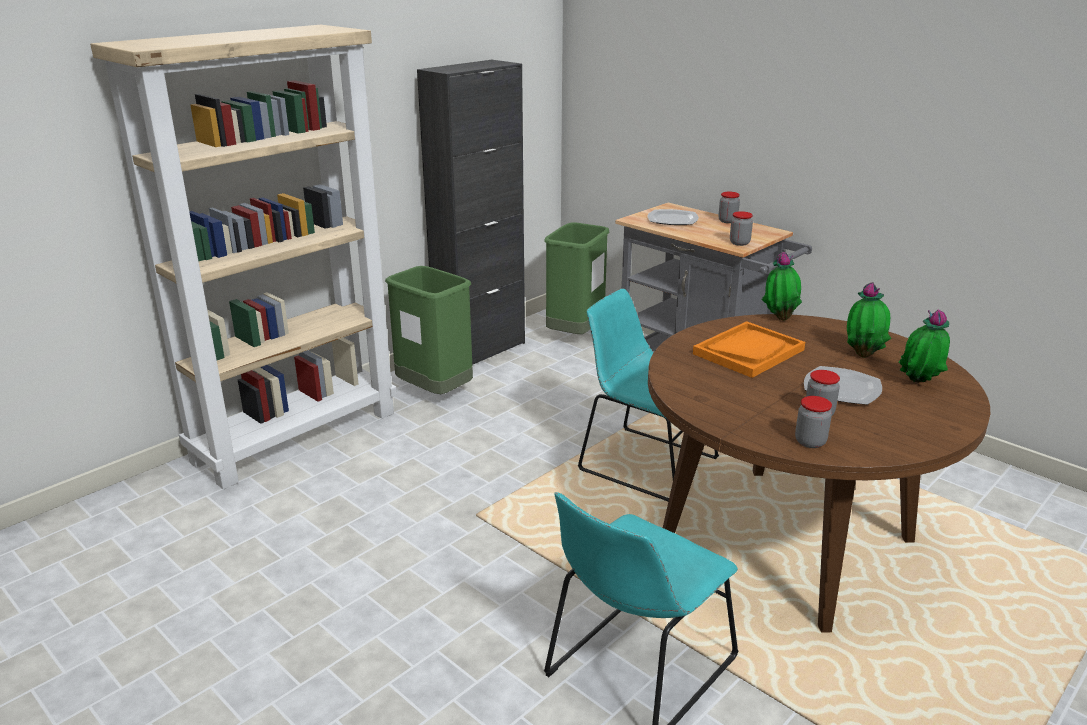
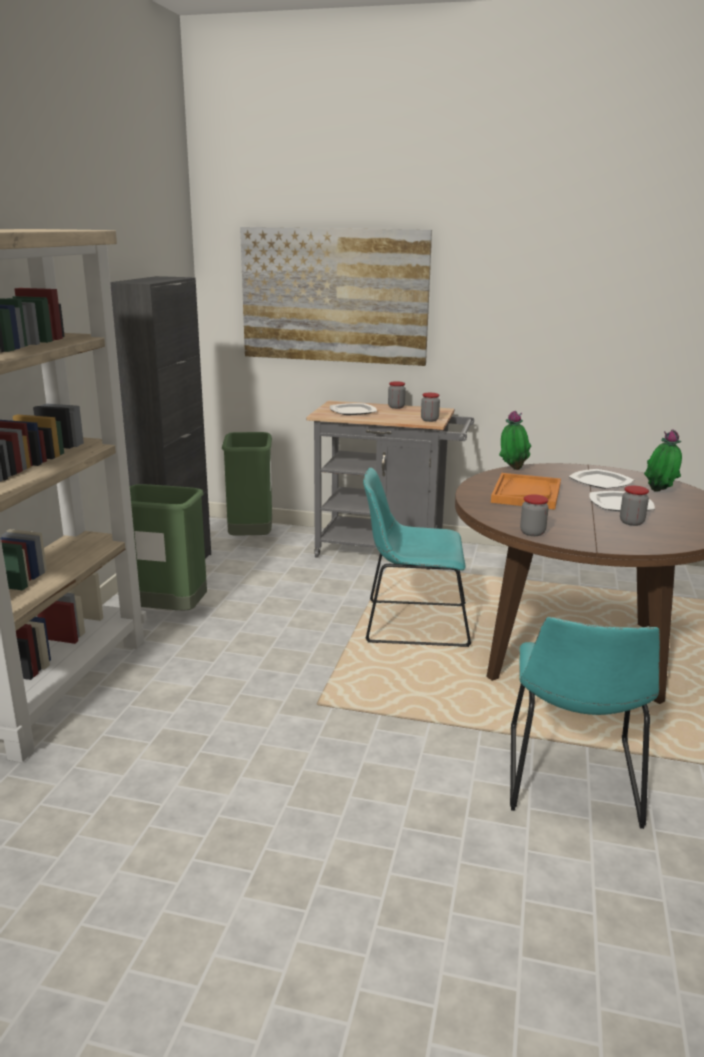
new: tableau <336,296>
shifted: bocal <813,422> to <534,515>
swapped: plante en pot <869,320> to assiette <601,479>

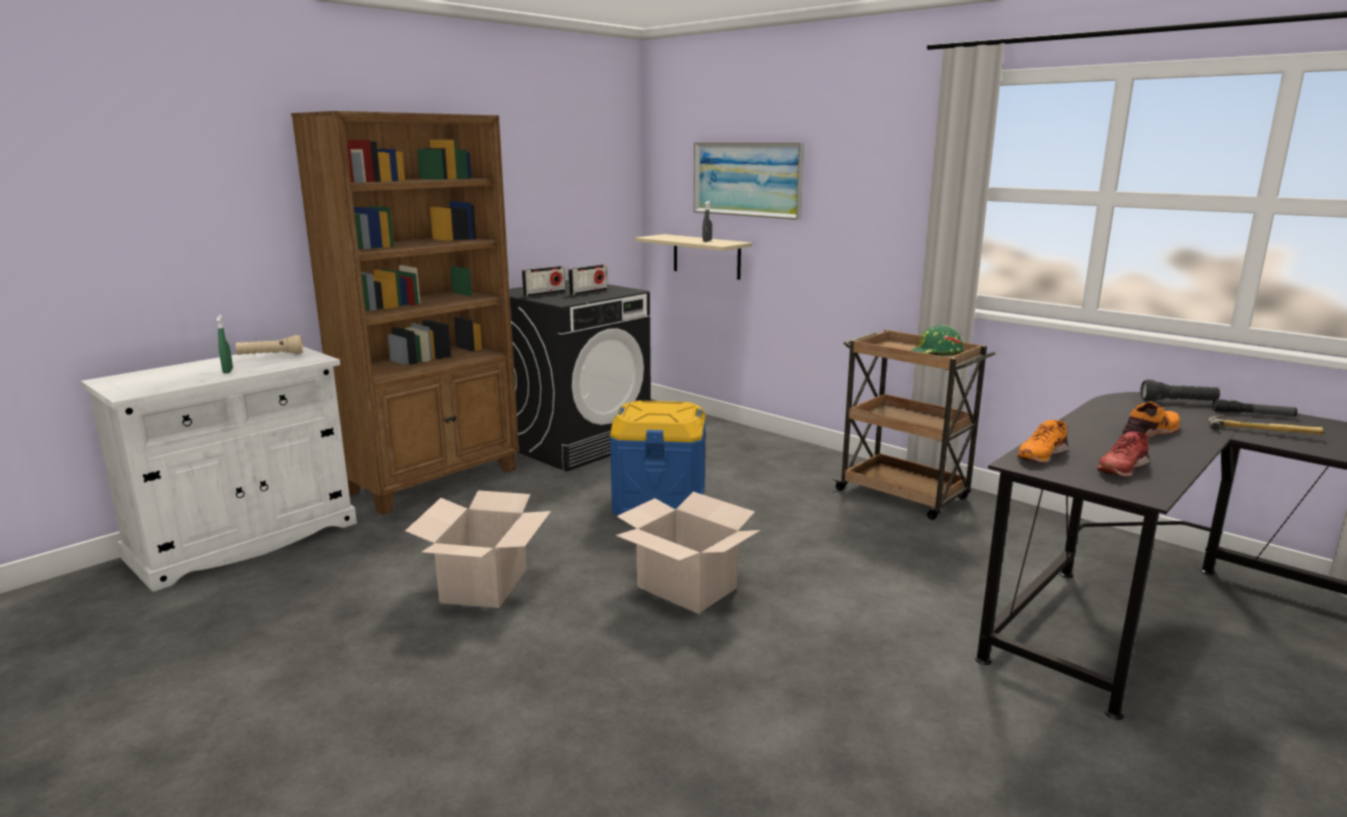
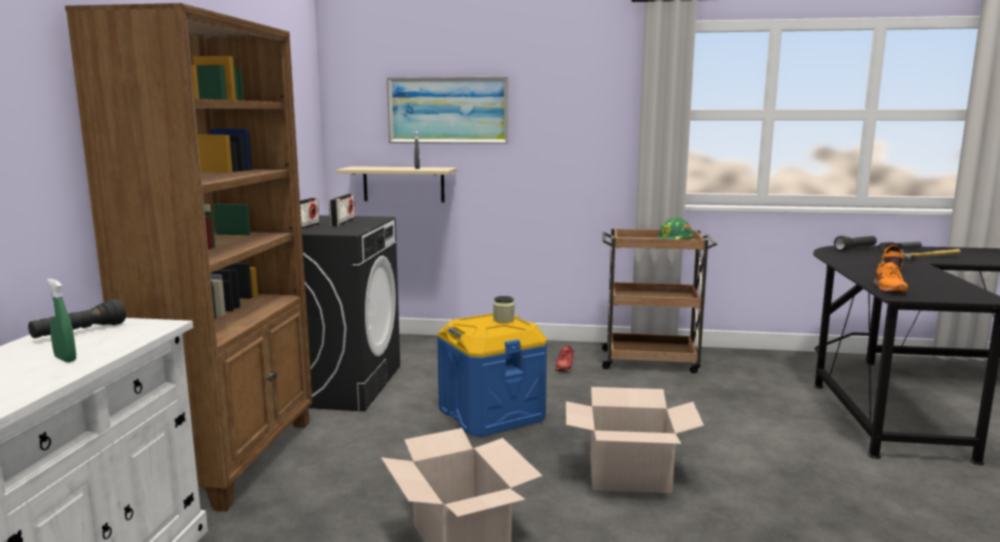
new: bocal <504,309>
shifted: chaussure (rouge) <1123,454> to <564,359>
repainted: lampe de poche (beige) <269,345> to lampe de poche (noir) <77,318>

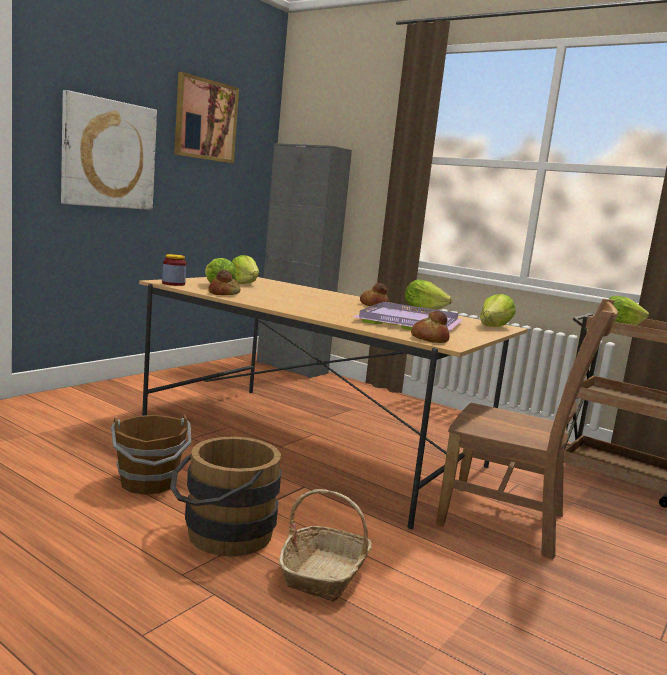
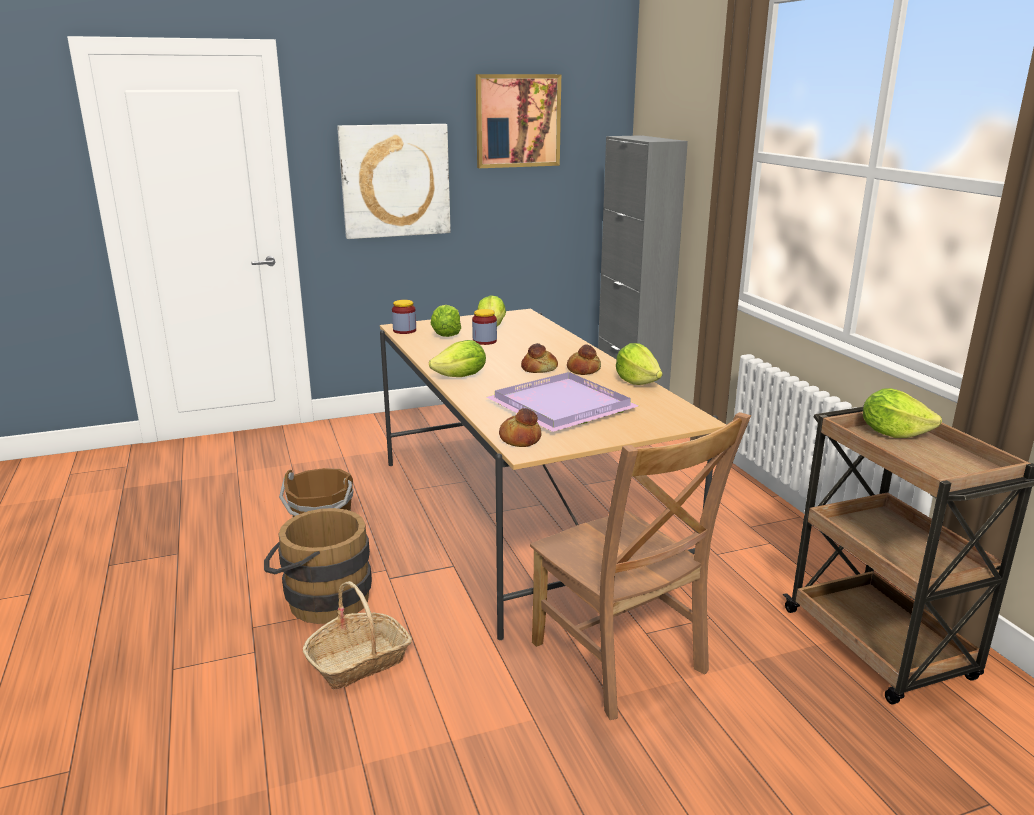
new: bocal <484,327>
shifted: pain <224,282> to <539,358>; laitue <497,310> to <457,358>

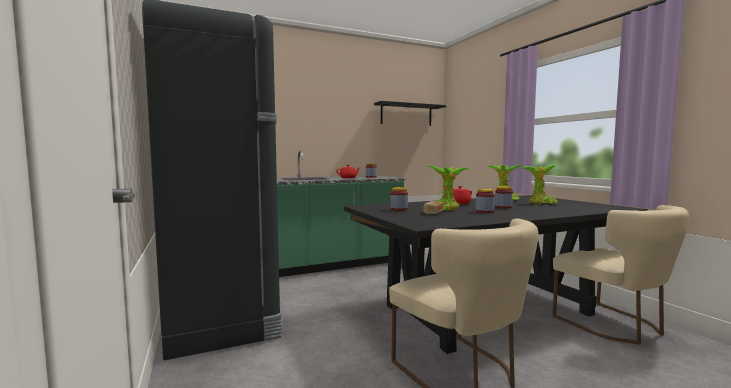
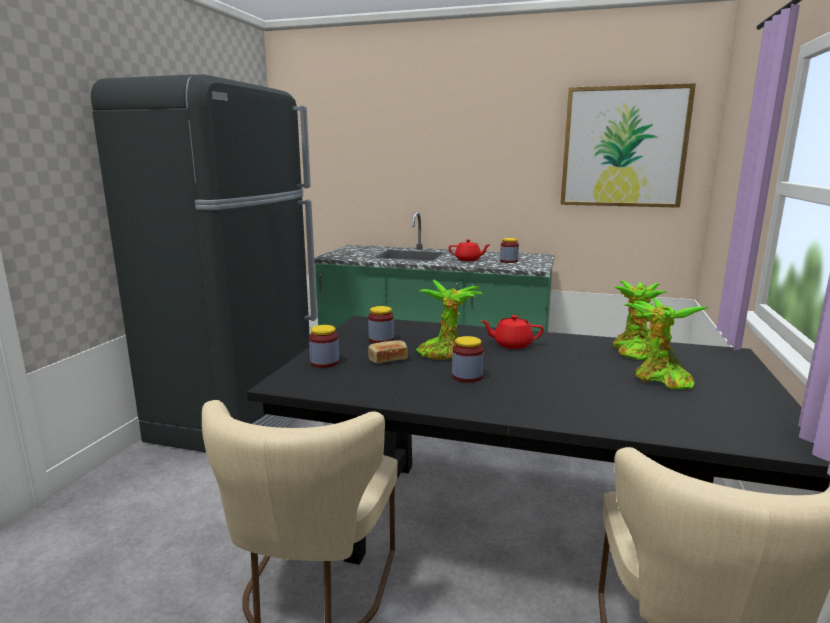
shifted: bocal <504,197> to <324,346>
swapped: étagère (noir) <410,113> to tableau <628,145>

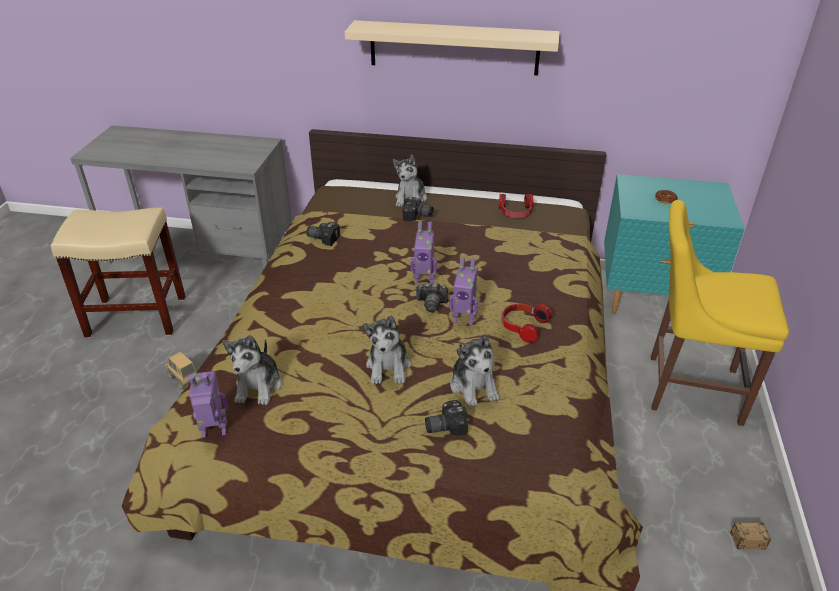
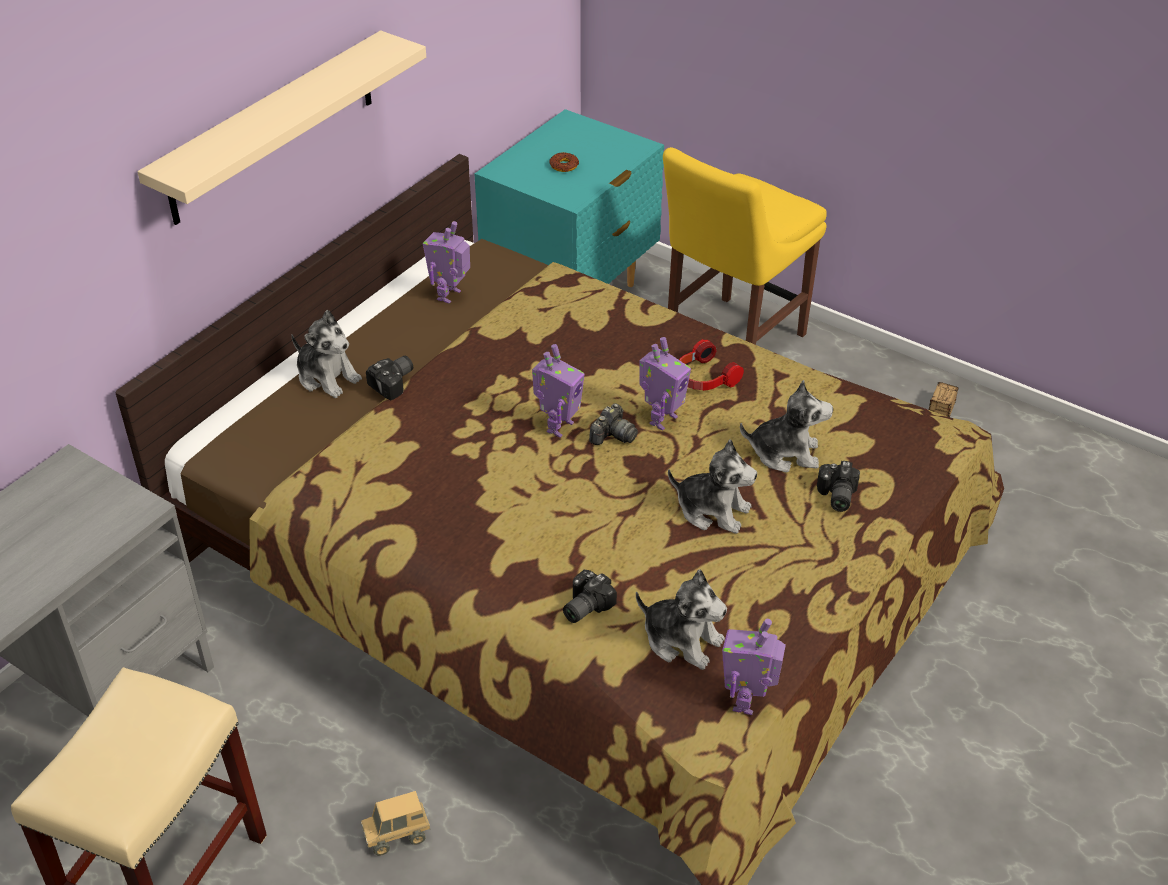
shifted: appareil photo <323,234> to <590,596>
swapped: casque audio <516,206> to robot jouet <446,262>

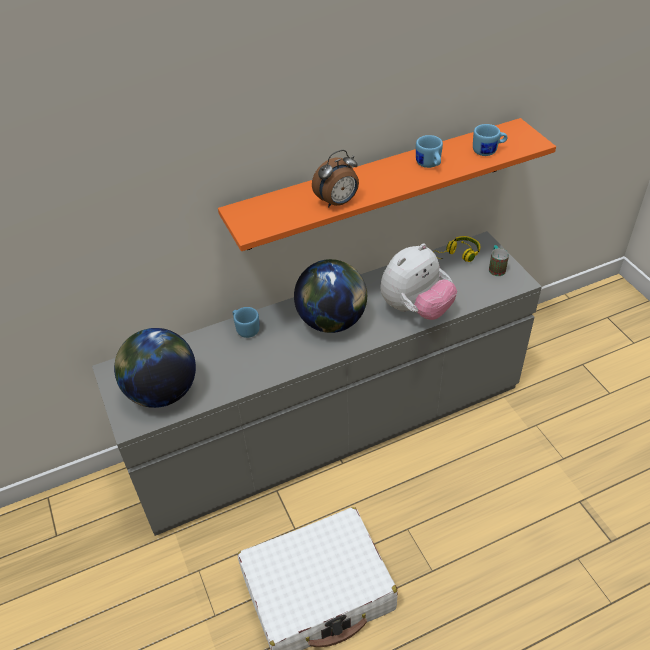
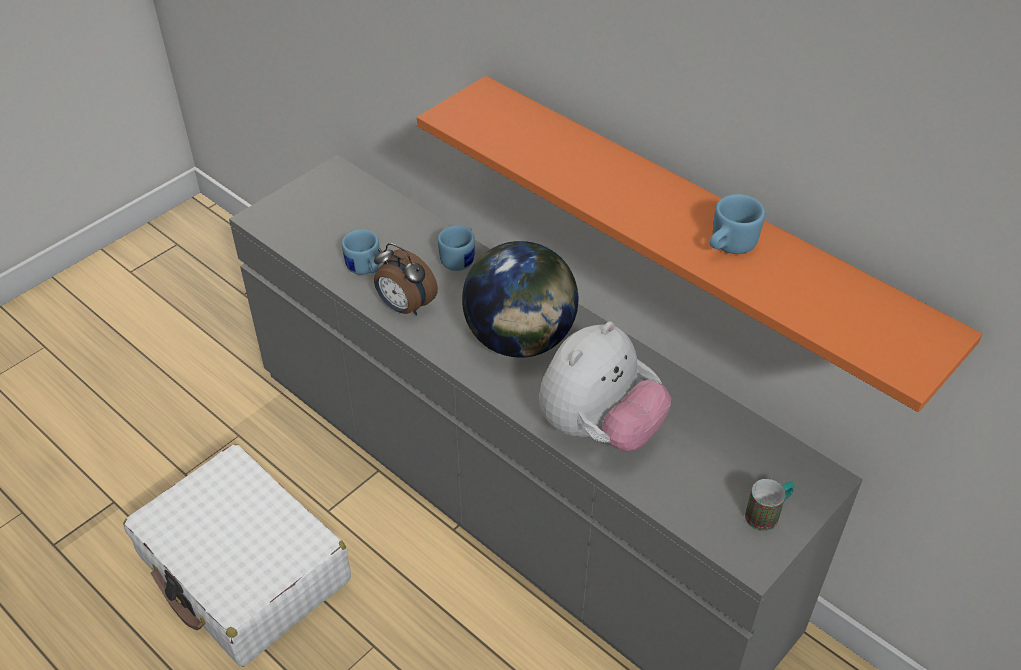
gone: globe <155,368>; casque audio (jaune) <456,249>
shifted: réveil <335,179> to <406,279>; mug (bleu) <490,140> to <360,252>
rotated: peluche <418,281> = <605,386> 75 degrees counterclockwise

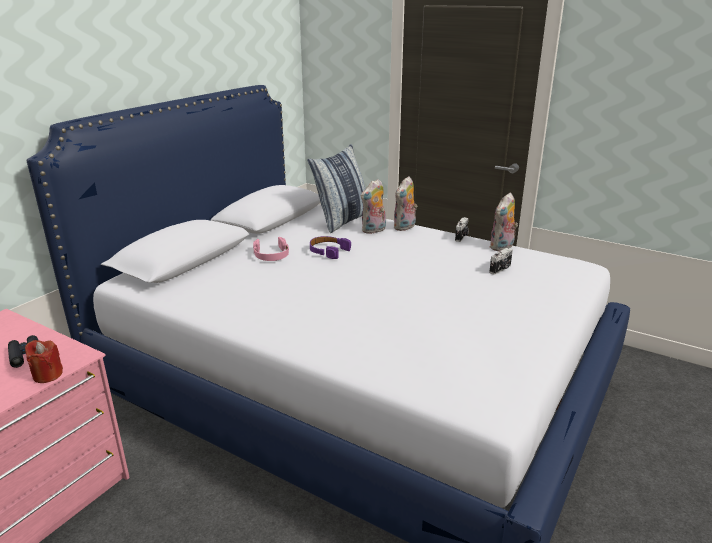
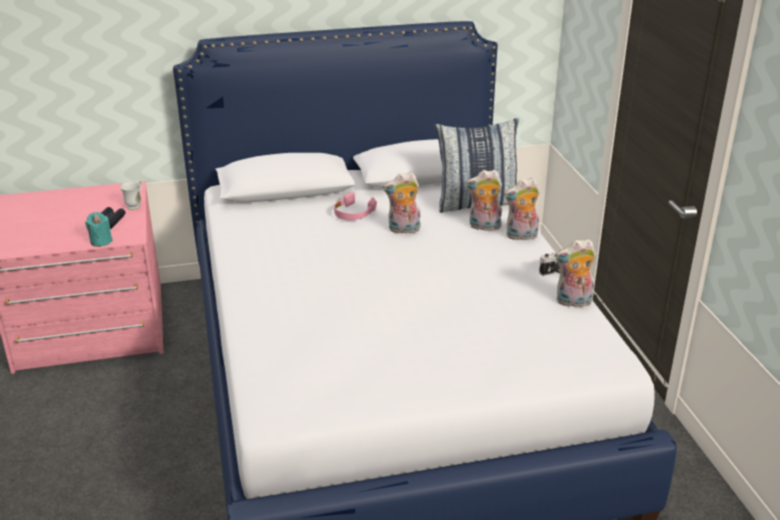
gone: appareil photo <501,261>
new: mug (blanc) <131,195>
swapped: casque audio (violet) <330,247> to peluche <402,203>
repainted: bougie (rouge) <44,361> to bougie (turquoise) <99,229>

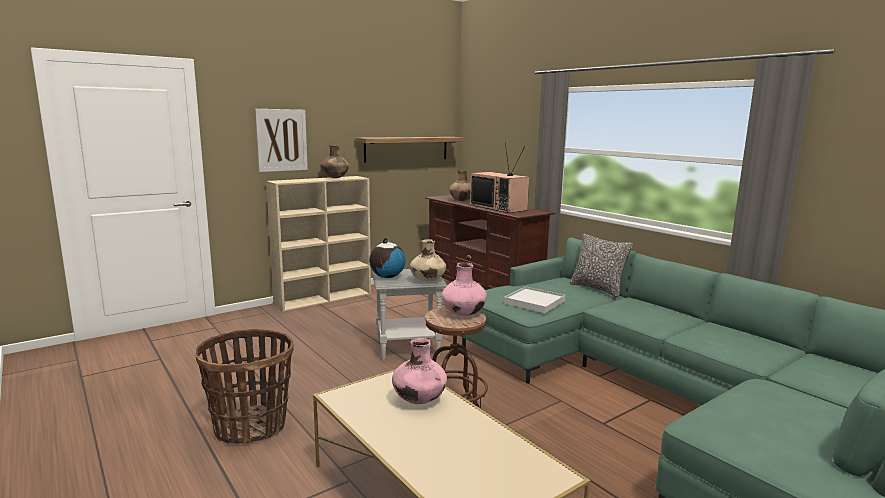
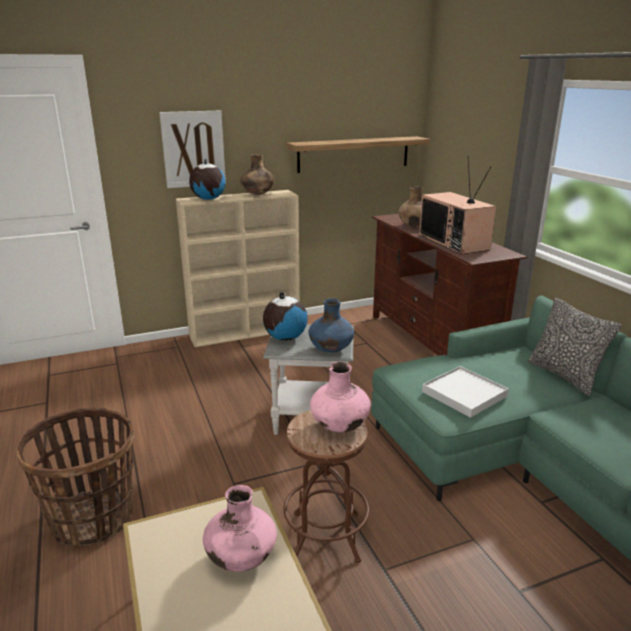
new: globe <207,179>
repainted: vase (beige) <428,260> to vase (bleu) <331,326>

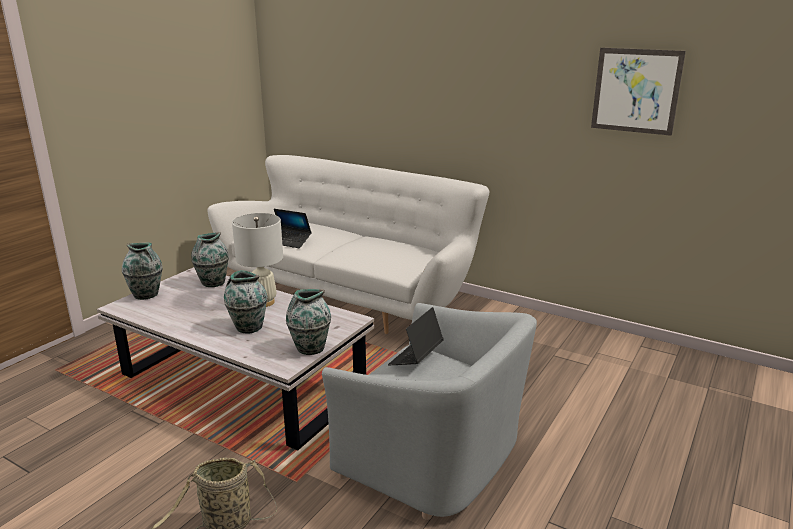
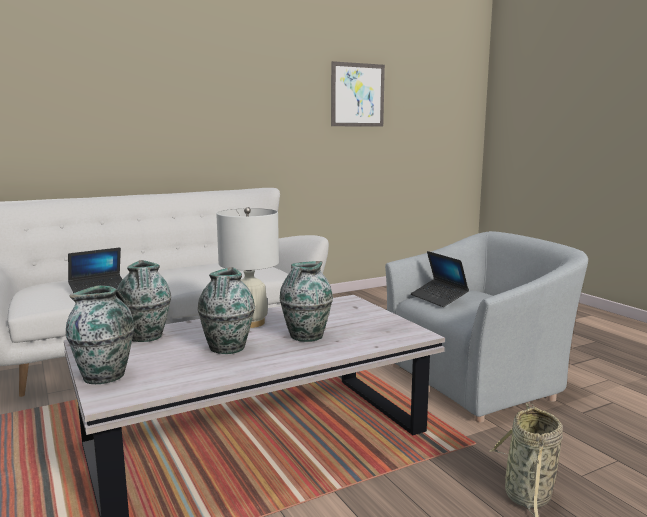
shifted: vase <308,322> to <226,310>

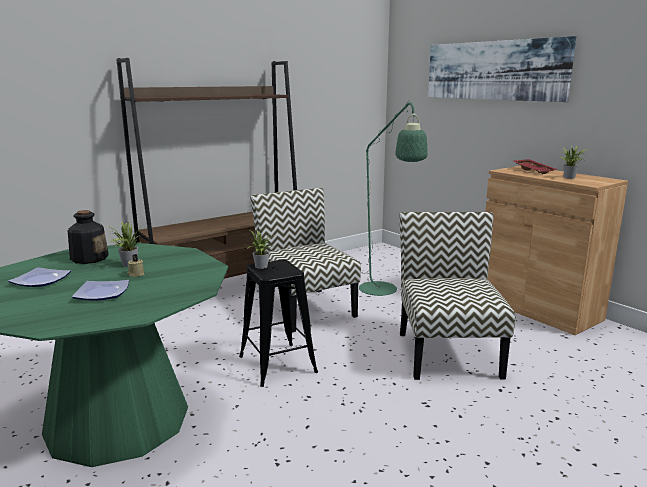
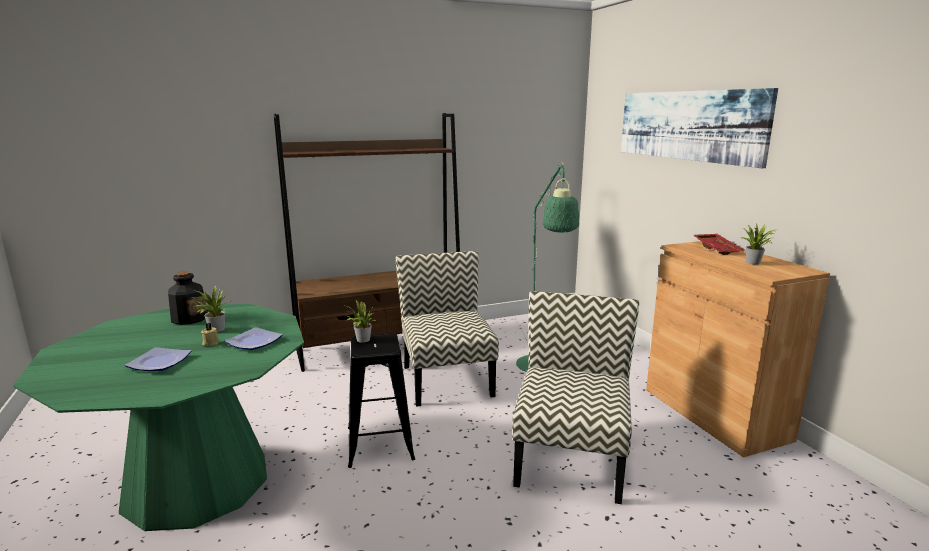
shifted: assiette <39,277> to <253,338>

